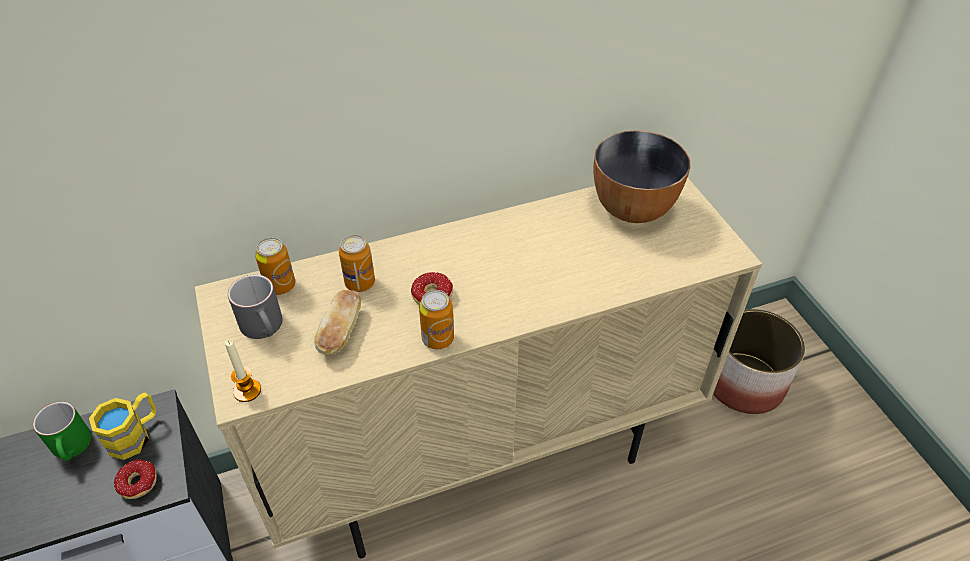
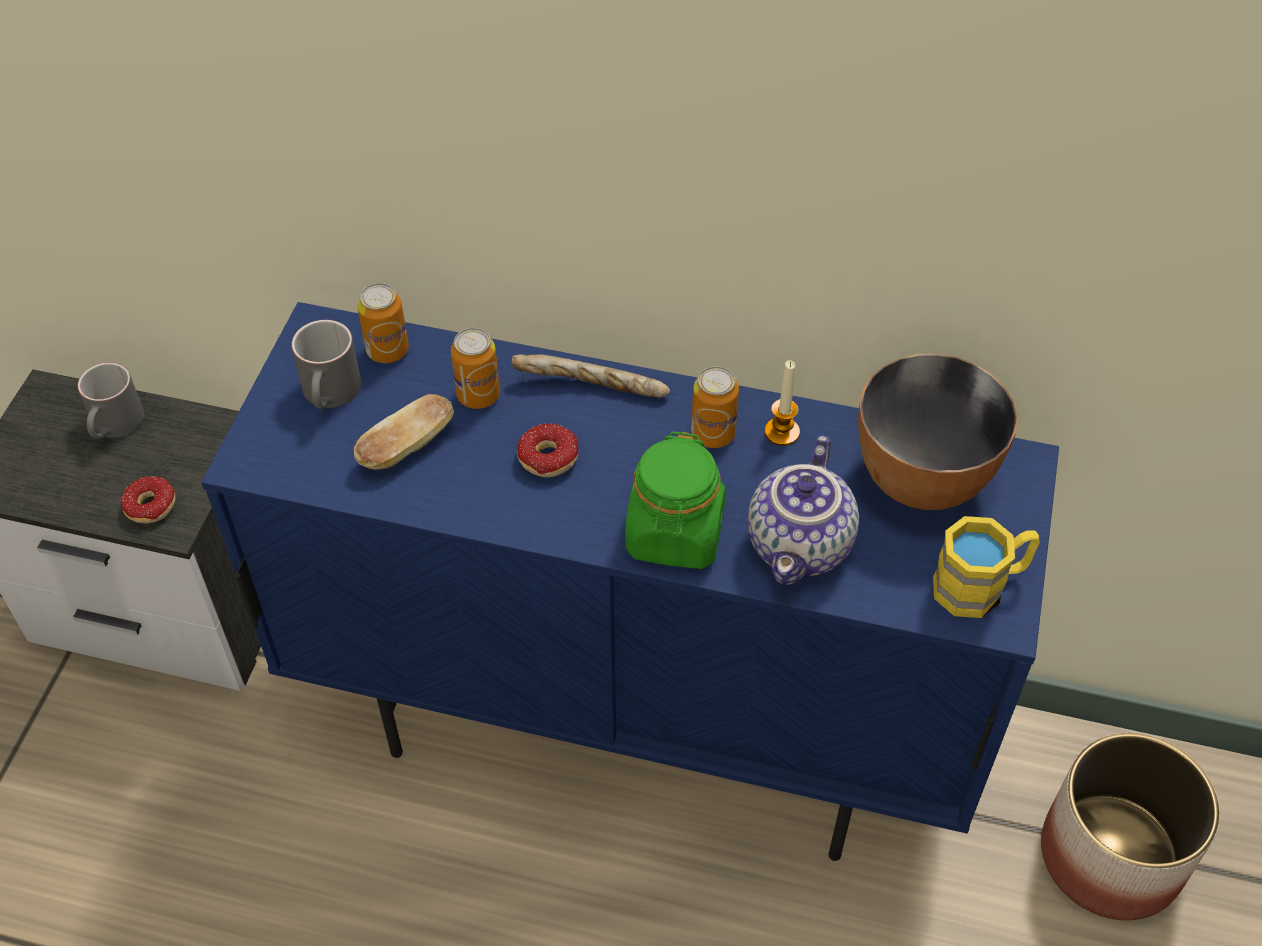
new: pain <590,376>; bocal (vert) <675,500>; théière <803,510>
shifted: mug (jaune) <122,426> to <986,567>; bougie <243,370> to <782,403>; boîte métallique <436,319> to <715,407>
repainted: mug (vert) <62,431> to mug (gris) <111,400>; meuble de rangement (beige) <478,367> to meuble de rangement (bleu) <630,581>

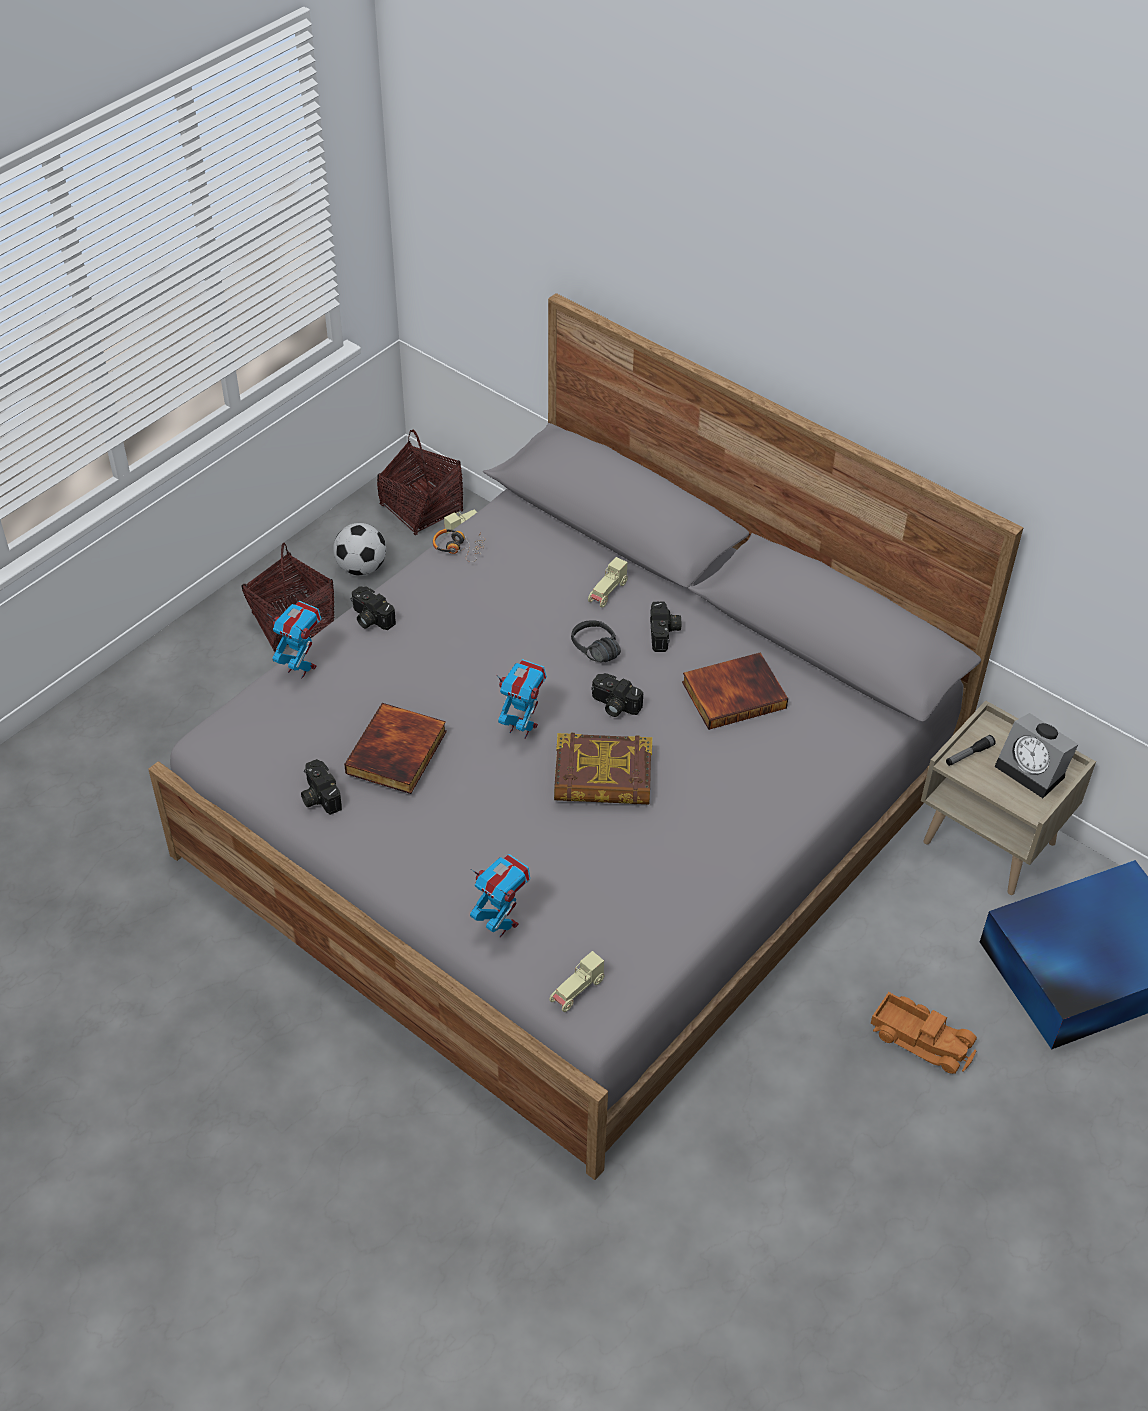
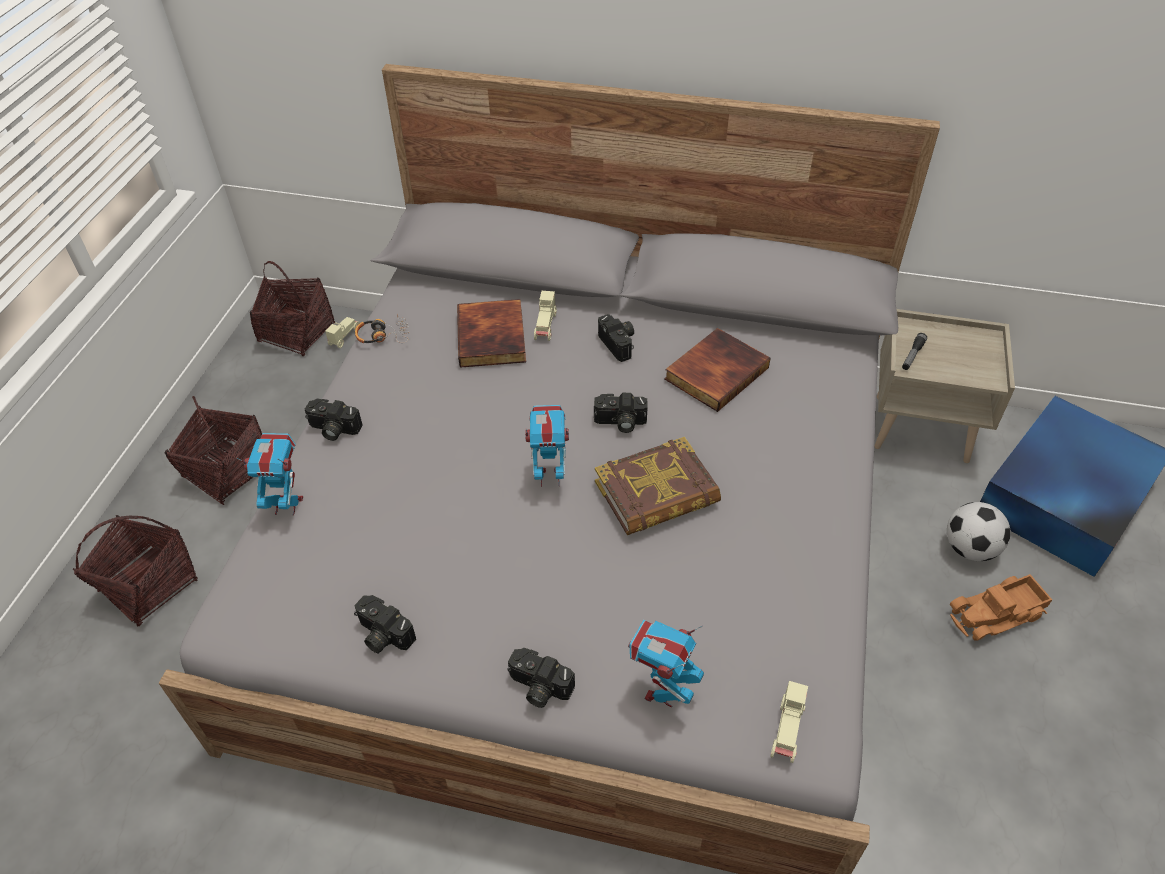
gone: casque audio (noir) <596,641>; réveil <1036,755>
new: panier <135,571>; appareil photo <541,678>
shifted: ballon de foot <359,549> to <979,531>; livre <395,748> to <491,333>
rotated: robot jouet <500,895> = <666,663> 75 degrees counterclockwise; camion jouet <923,1033> = <1001,607> 150 degrees clockwise

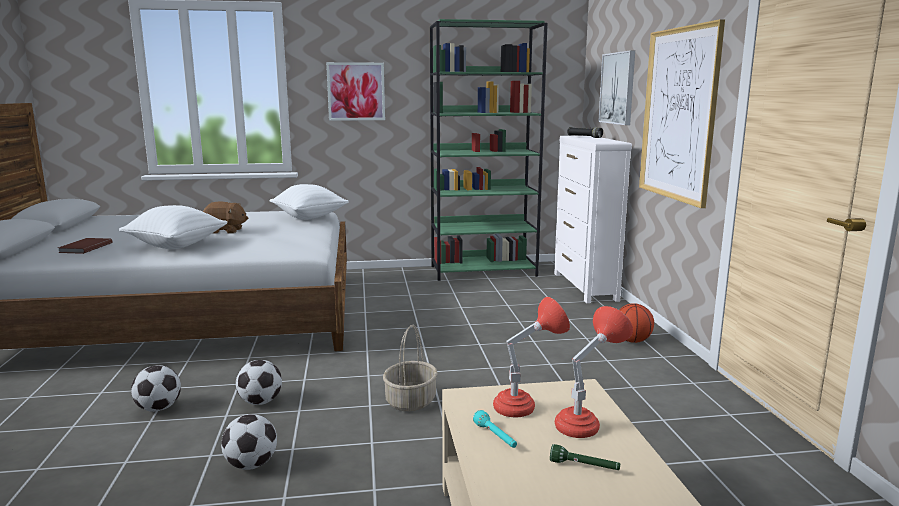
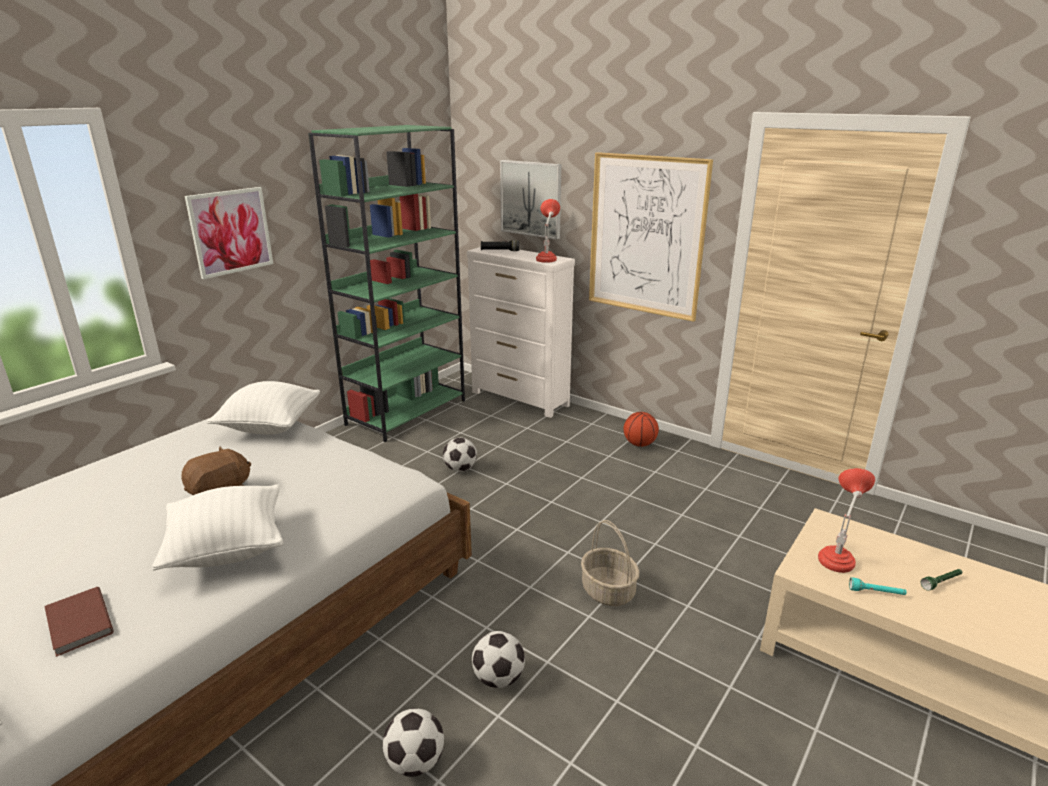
shifted: ballon de foot <249,442> to <460,455>; lampe de table (rouge) <594,372> to <548,231>

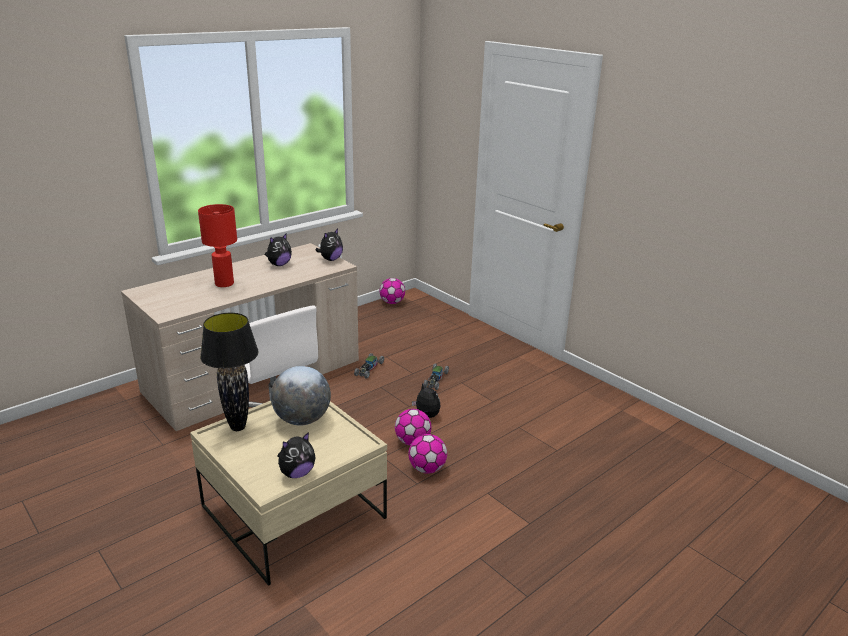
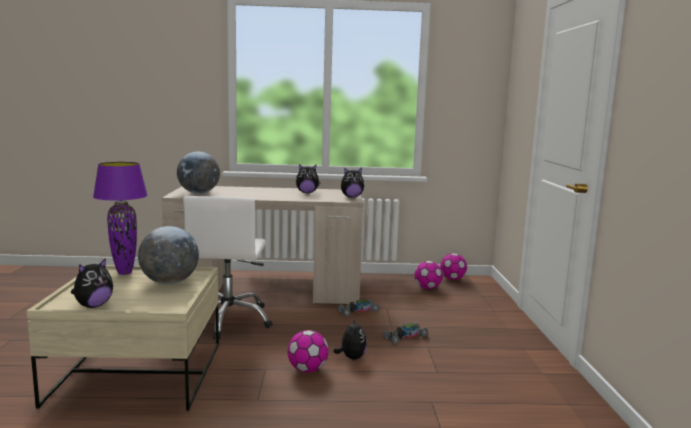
gone: lampe de table (rouge) <217,245>
new: globe <198,173>
shifted: ballon de foot <427,453> to <428,275>
repainted: lampe de table (noir) <229,372> to lampe de table (violet) <120,218>
rotated: peluche <297,455> = <92,283> 60 degrees counterclockwise

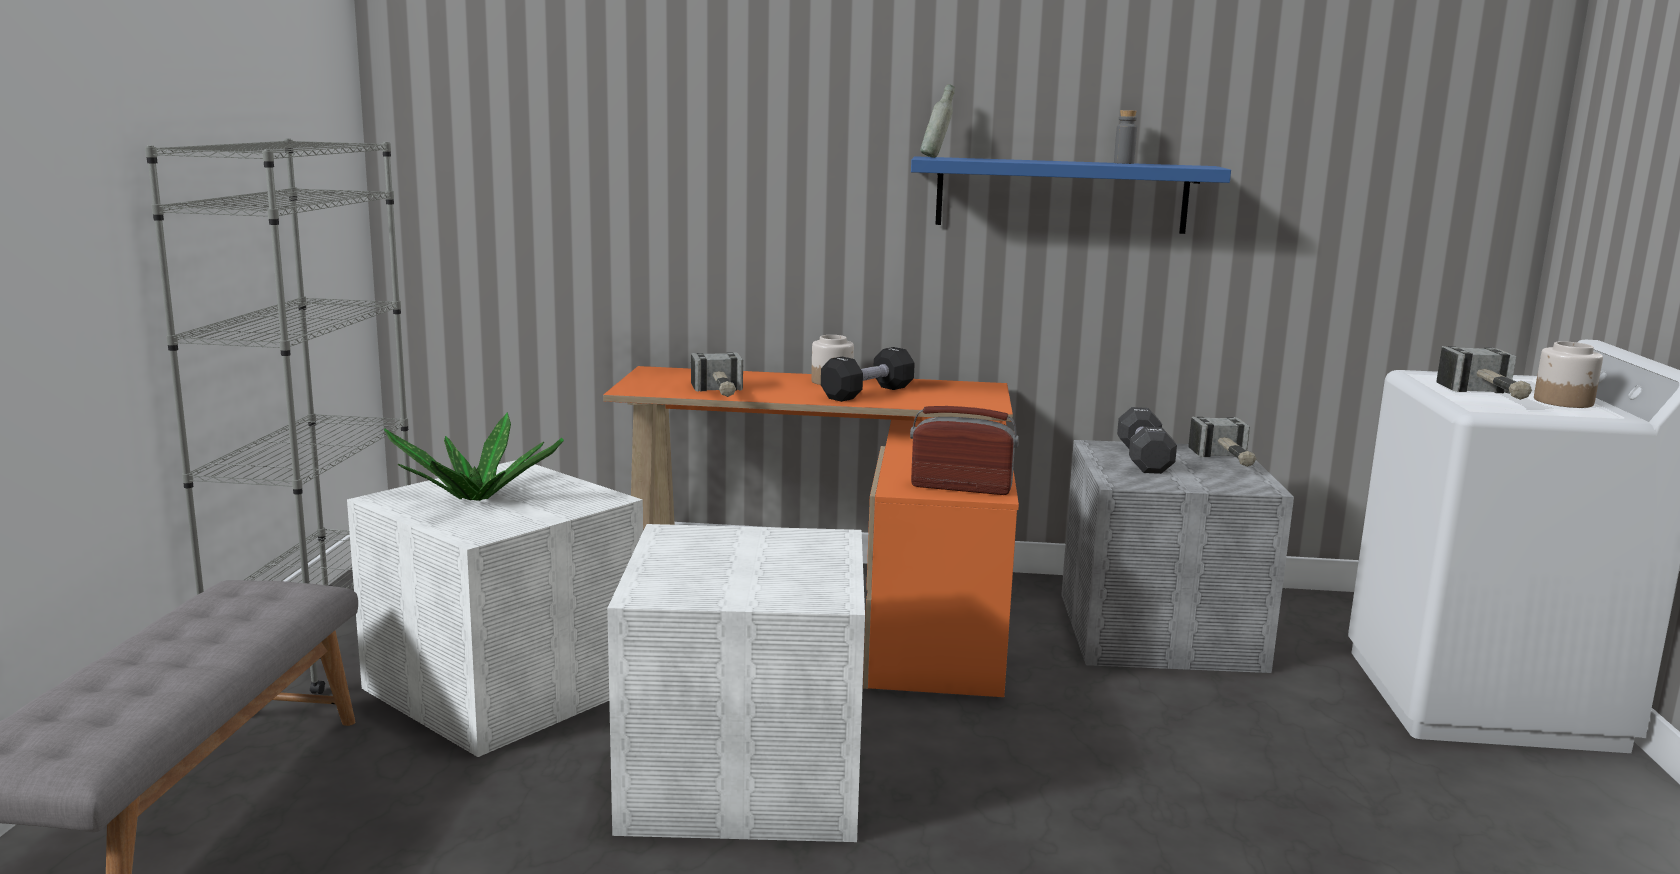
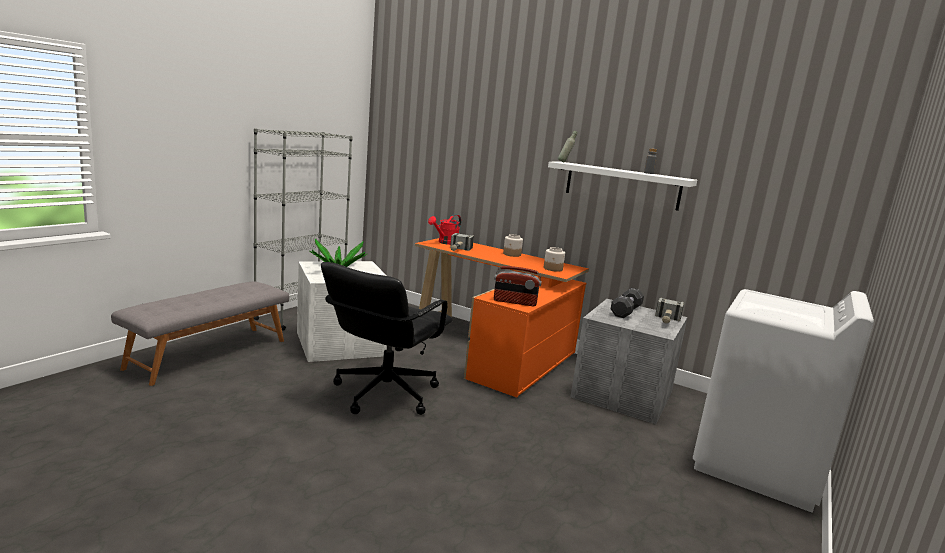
gone: haltère (noir) <868,374>; marteau <1484,373>
new: arrosoir (rouge) <444,229>
shifted: bocal <1568,374> to <554,259>
swapped: boîte de rangement (blanc) <736,683> to chaise de bureau (noir) <387,338>
repainted: étagère (bleu) <1071,195> to étagère (blanc) <622,186>
rotated: radio <964,450> = <518,286> 150 degrees clockwise

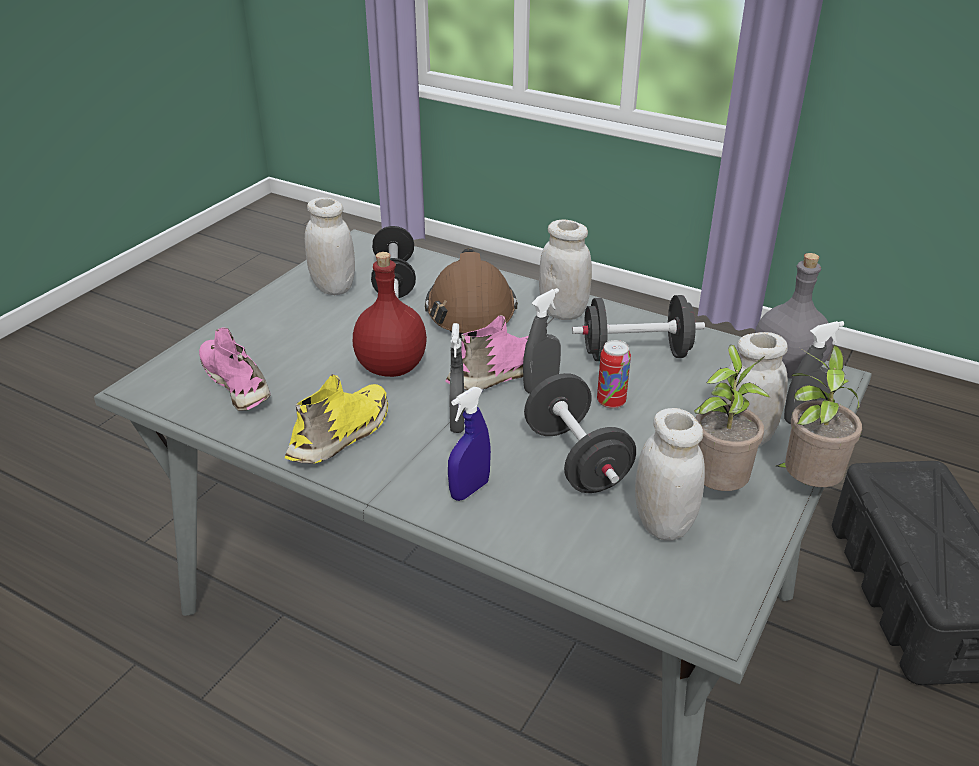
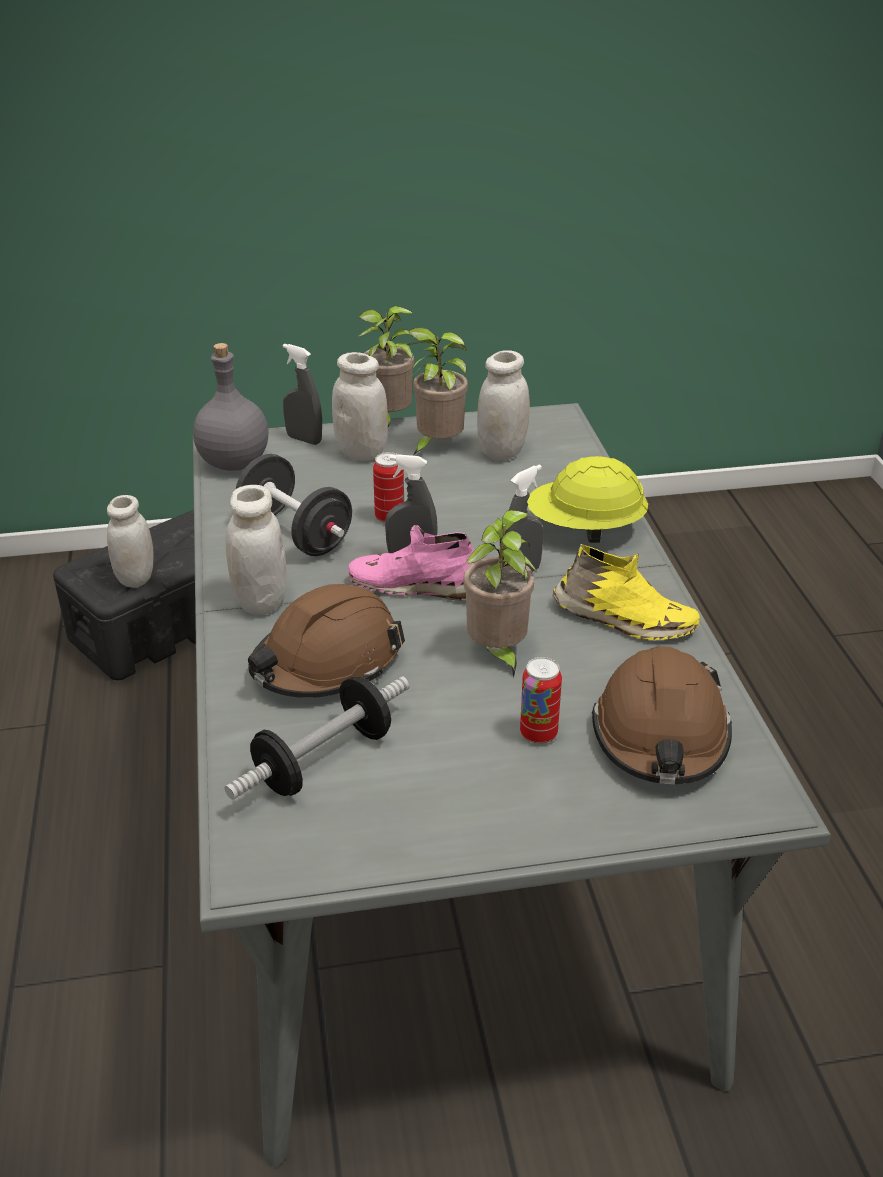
gone: haltère (noir) <580,433>
new: boîte métallique <541,700>
shifted: bocal (blanc) <330,246> to <130,541>
swapped: chaussure (rose) <235,369> to casque de chantier (marron) <662,715>; bouteille (rouge) <390,314> to plante en pot <501,594>; vaporisateur (bleu) <469,444> to casque de chantier (jaune) <587,499>
rotated: chaussure (jaune) <336,419> = <626,592> 150 degrees counterclockwise

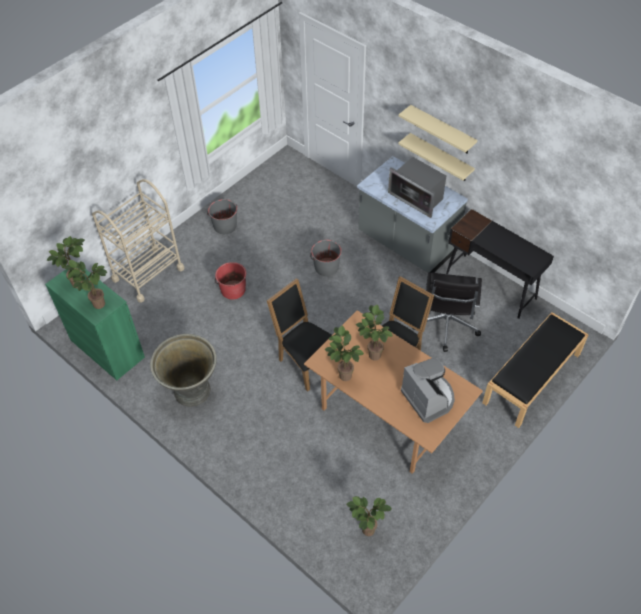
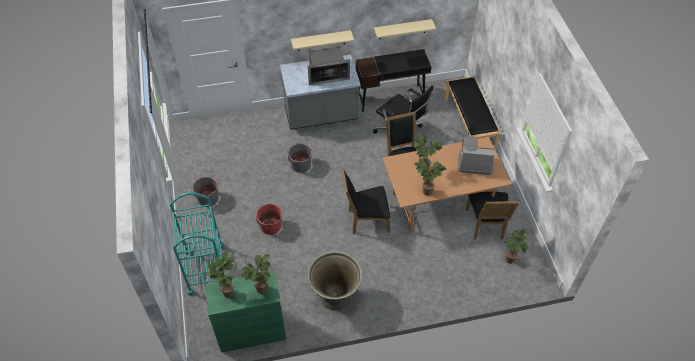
new: chaise (noir) <492,216>
shifted: étagère (beige) <438,129> to <405,29>
repainted: chariot (beige) <138,241> to chariot (turquoise) <197,244>

